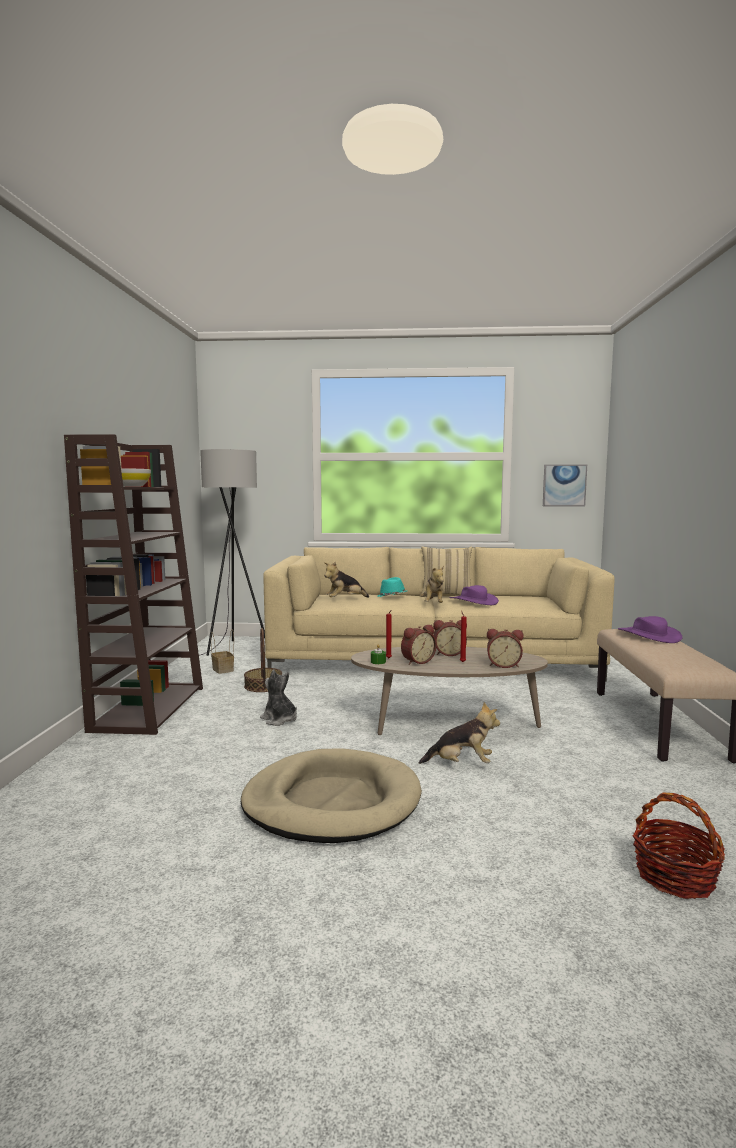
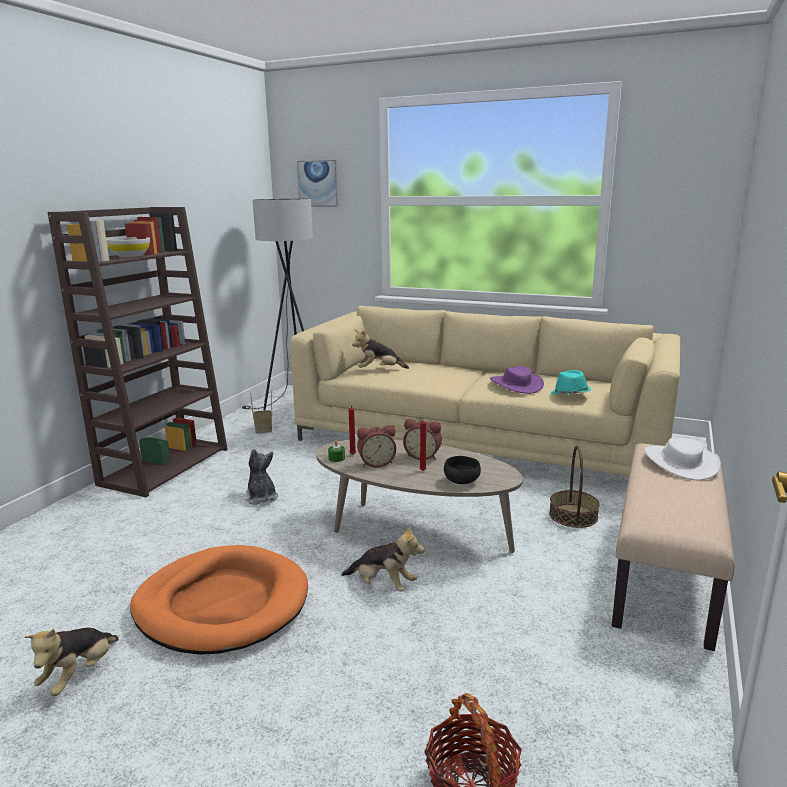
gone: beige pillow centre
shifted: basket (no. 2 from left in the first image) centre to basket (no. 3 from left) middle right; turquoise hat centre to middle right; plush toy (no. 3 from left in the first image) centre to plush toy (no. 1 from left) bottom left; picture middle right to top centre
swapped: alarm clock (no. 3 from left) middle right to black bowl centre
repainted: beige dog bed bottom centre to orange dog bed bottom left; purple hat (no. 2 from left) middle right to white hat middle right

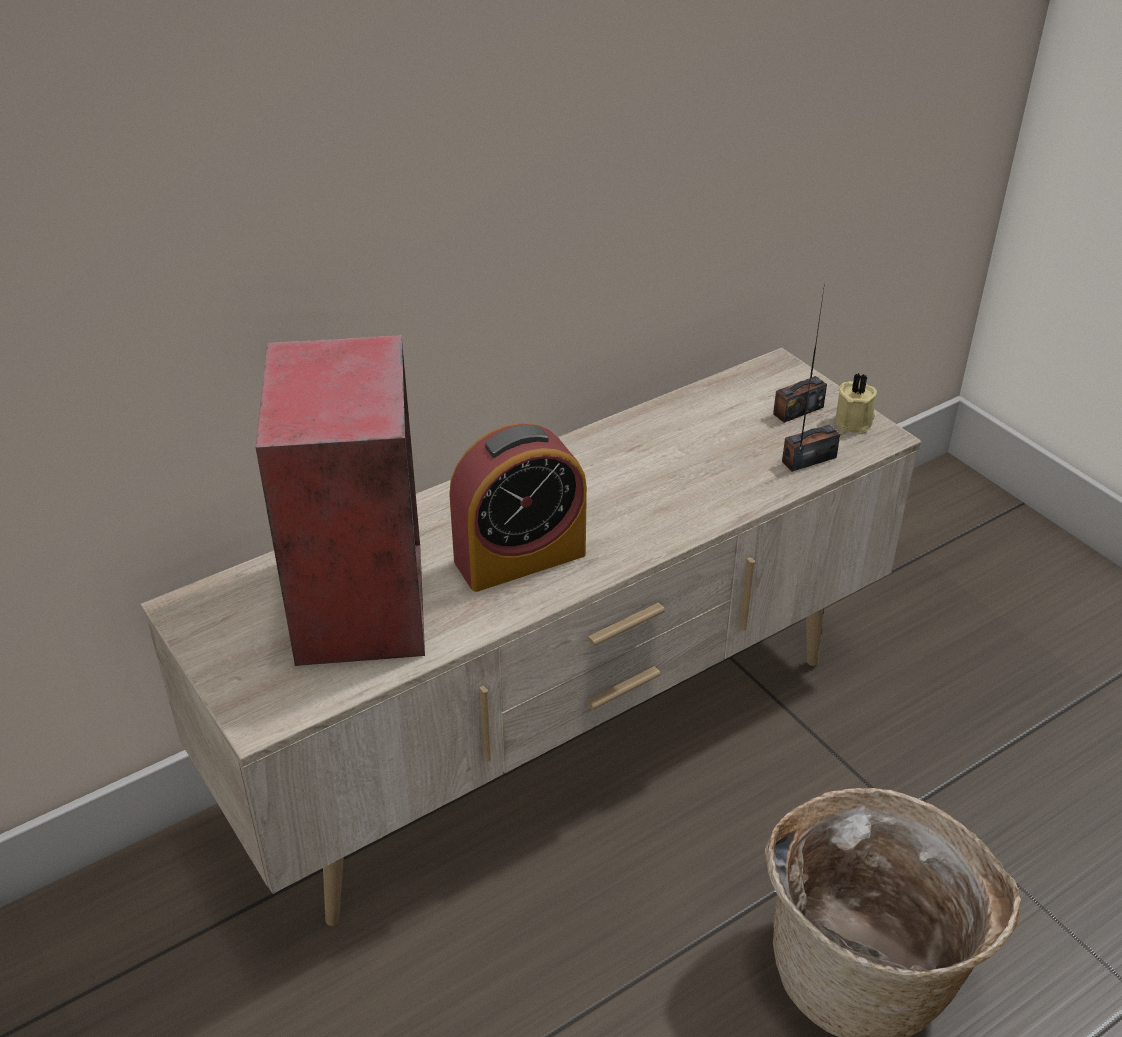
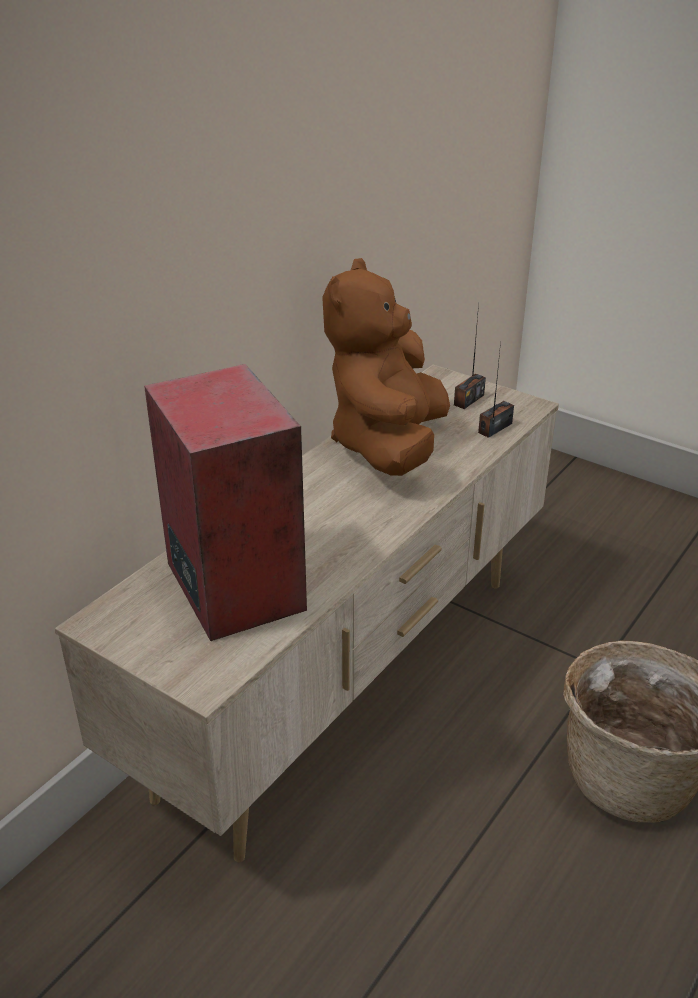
gone: alarm clock centre; beige candle middle right
new: brown plush toy centre

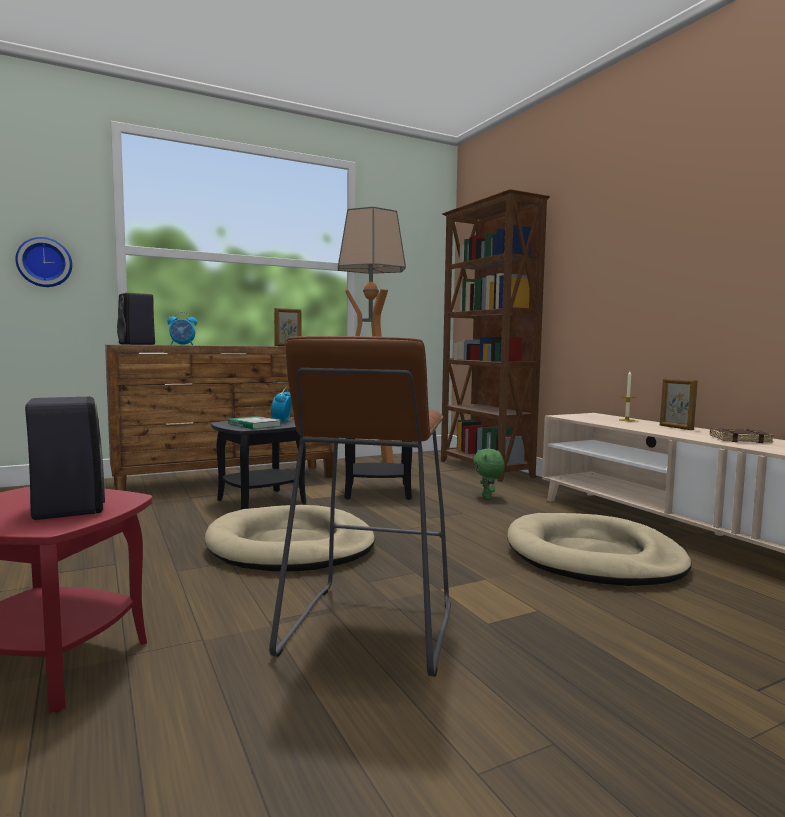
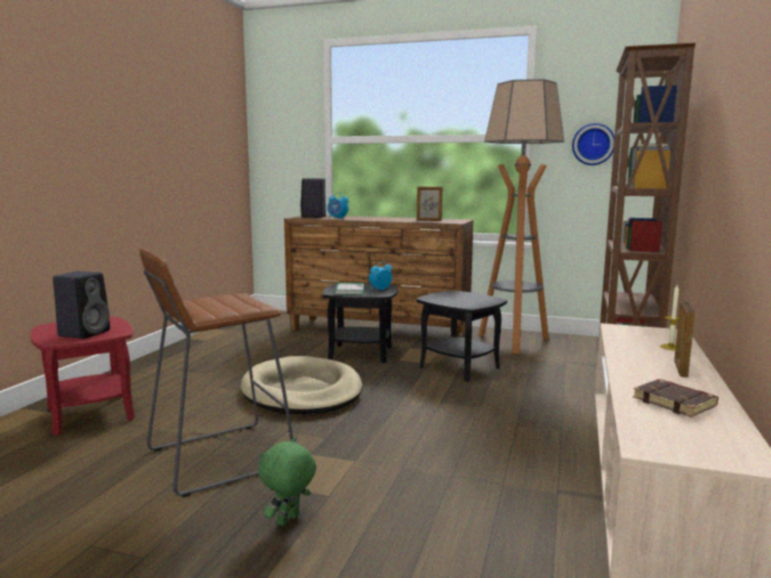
gone: beige dog bed (no. 2 from left) bottom right
shifted: wall clock top left to top right; green plush toy centre to bottom centre

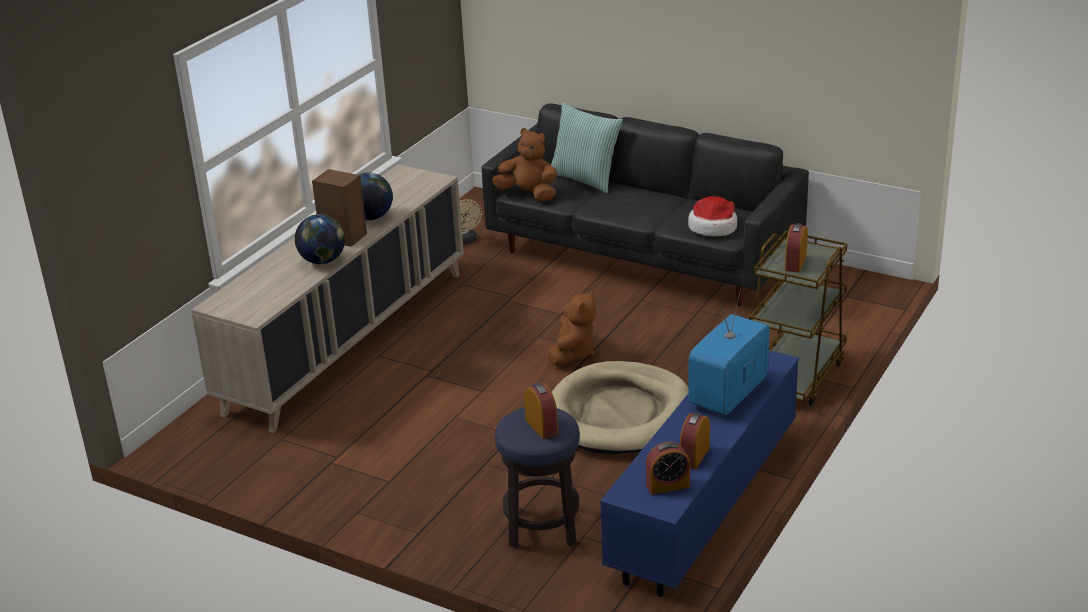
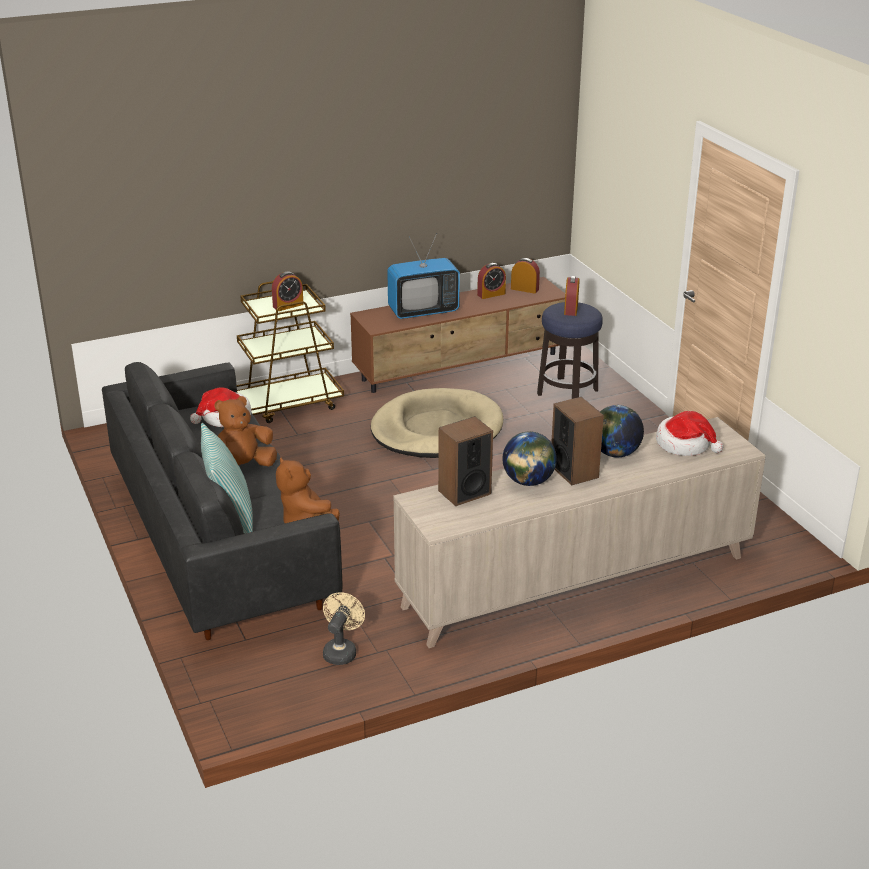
new: speaker (no. 1 from left) centre; hat (no. 2 from left) middle right
shifted: brown plush toy (no. 2 from left in the first image) centre to brown plush toy (no. 1 from left) middle left
repainted: blue tv stand bottom centre to brown tv stand centre

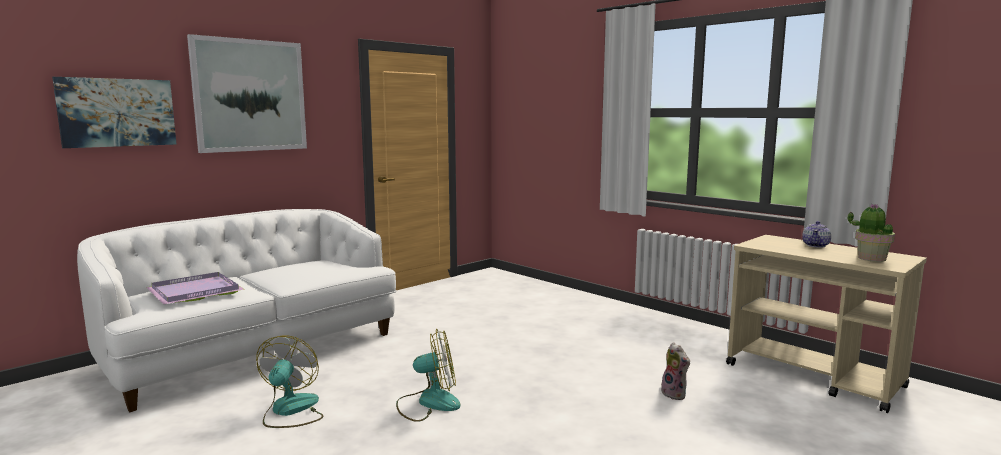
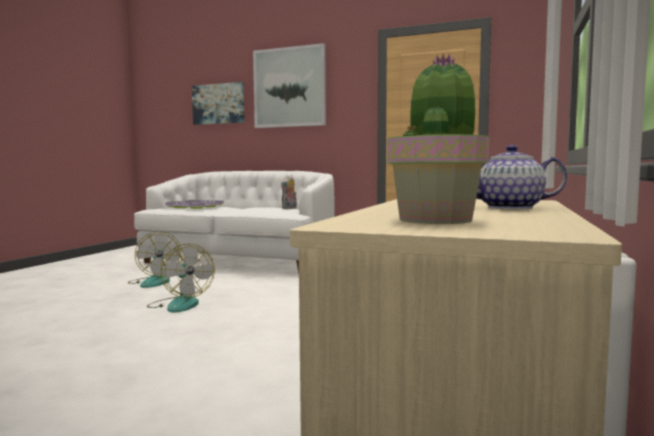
shifted: plush toy bottom right to centre
rotated: fan (no. 1 from left) bottom left = middle left 90 degrees clockwise

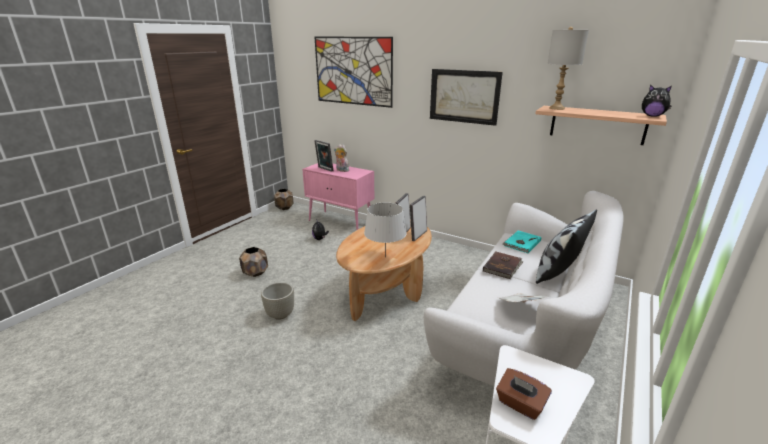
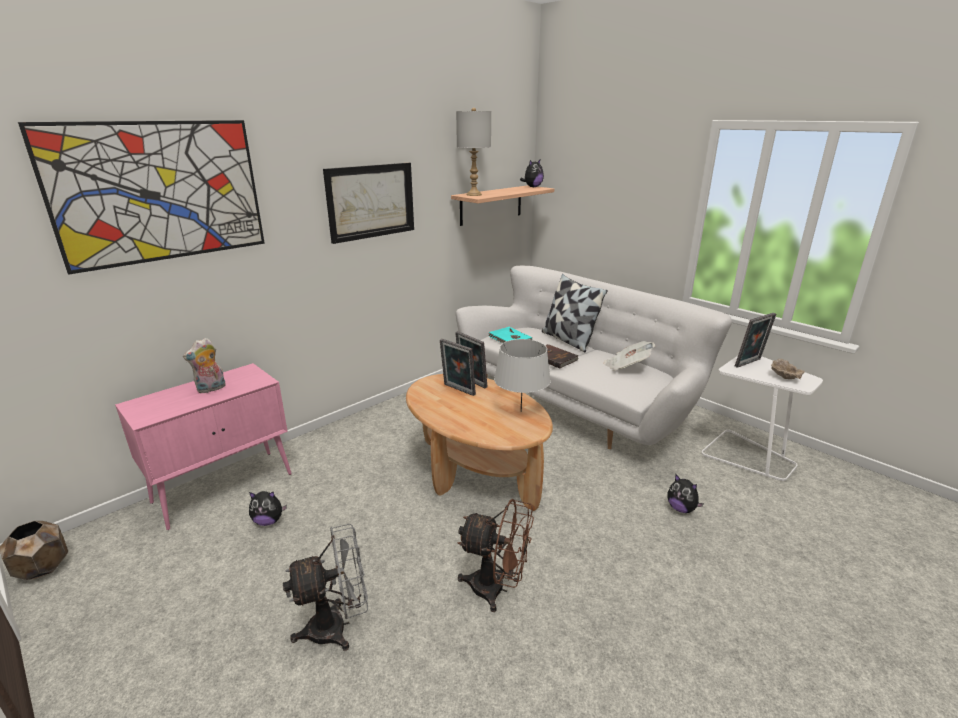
new: plush toy (no. 4 from left) bottom right
shifted: picture frame (no. 1 from left in the first image) centre to picture frame (no. 3 from left) middle right
swapped: brown planter (no. 1 from left) middle left to grey fan bottom centre; grey planter bottom centre to brown fan bottom centre; brown tissue box bottom right to beige bowl middle right

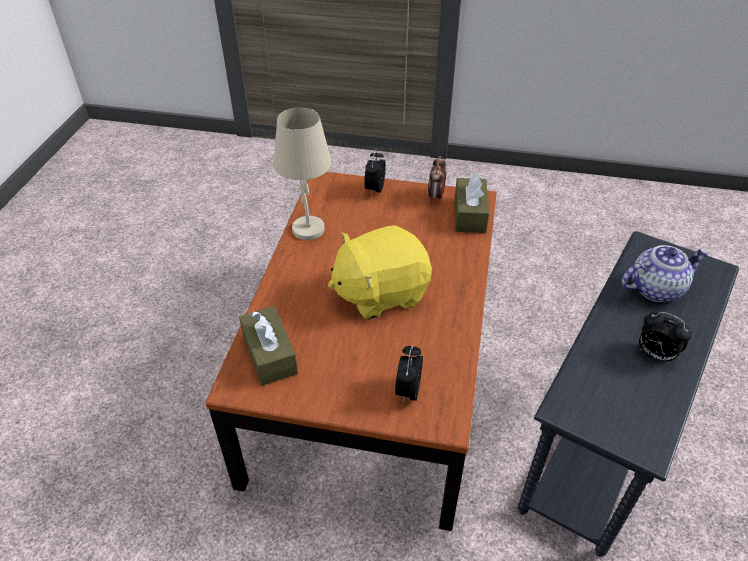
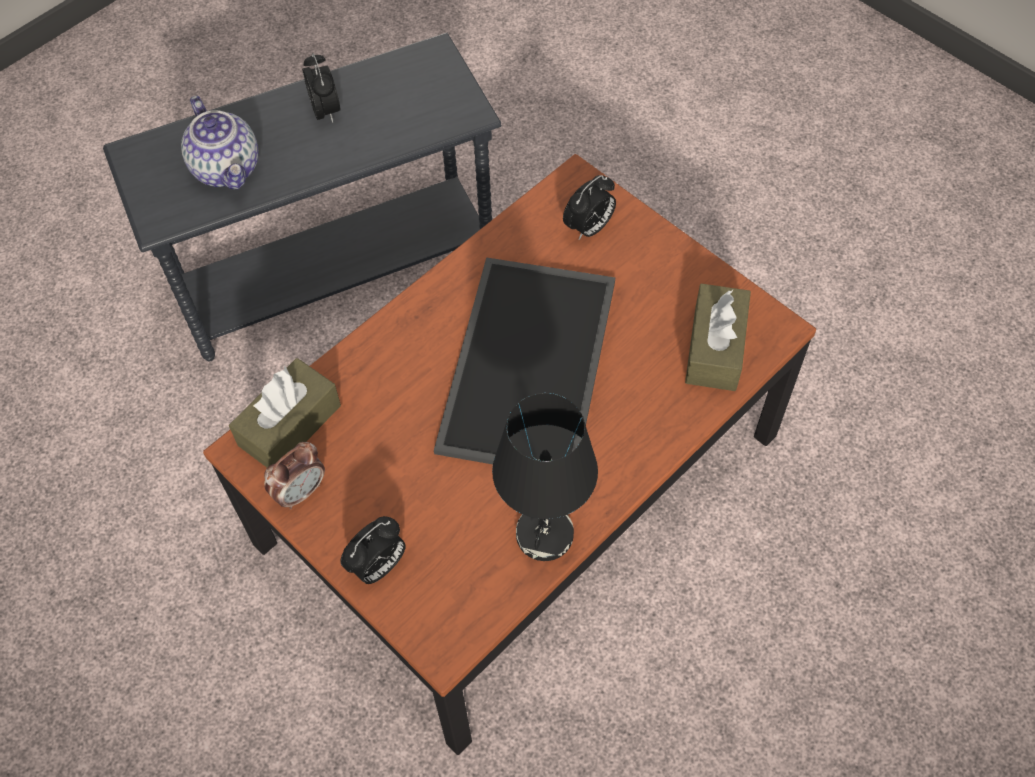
swapped: yellow plush toy centre to tray centre
repainted: beige table lamp top centre to black table lamp centre
rotated: teapot middle right = top left 135 degrees counterclockwise

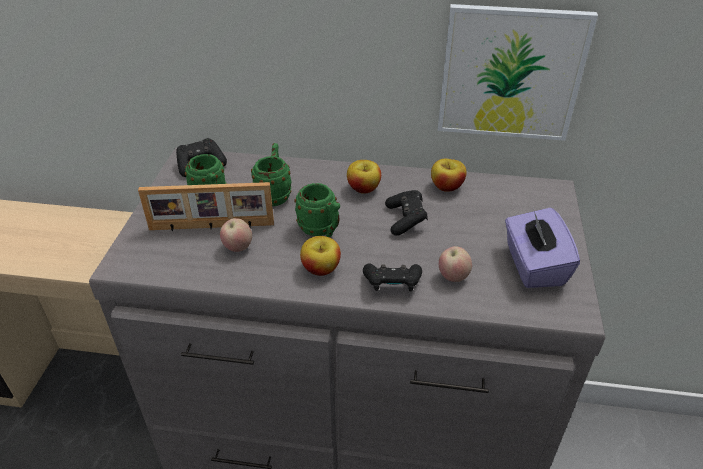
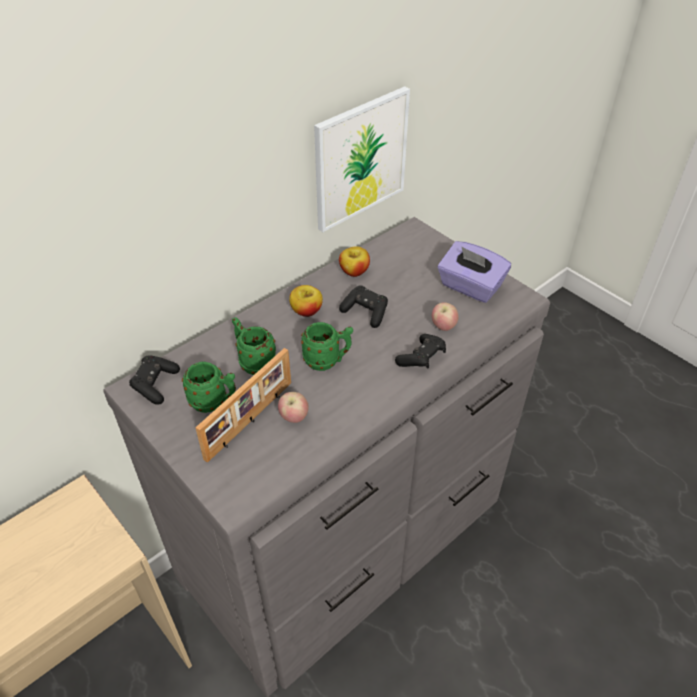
gone: apple (no. 2 from left) centre

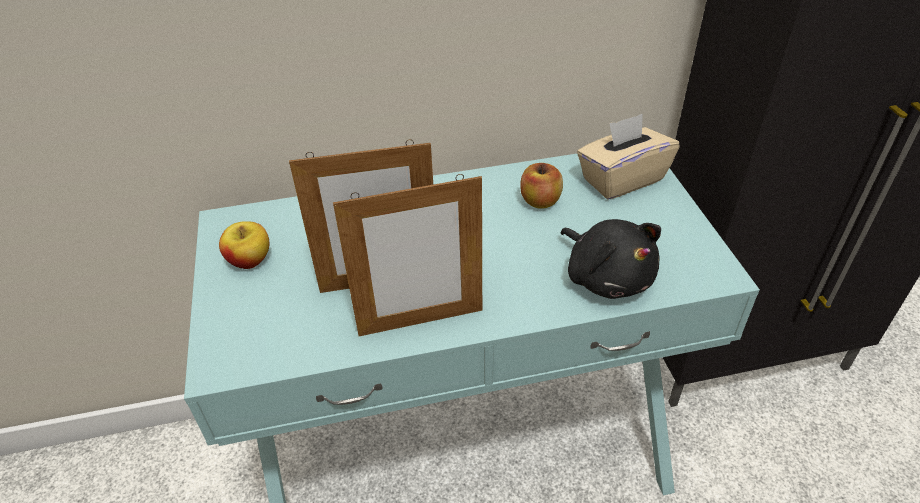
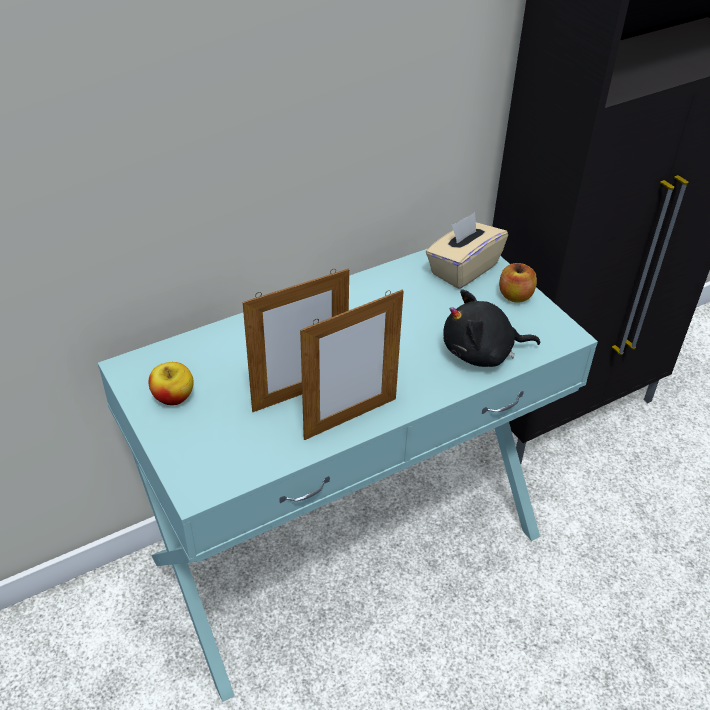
shifted: apple (no. 2 from left) centre to middle right
rotated: black plush toy centre = middle right 135 degrees clockwise

